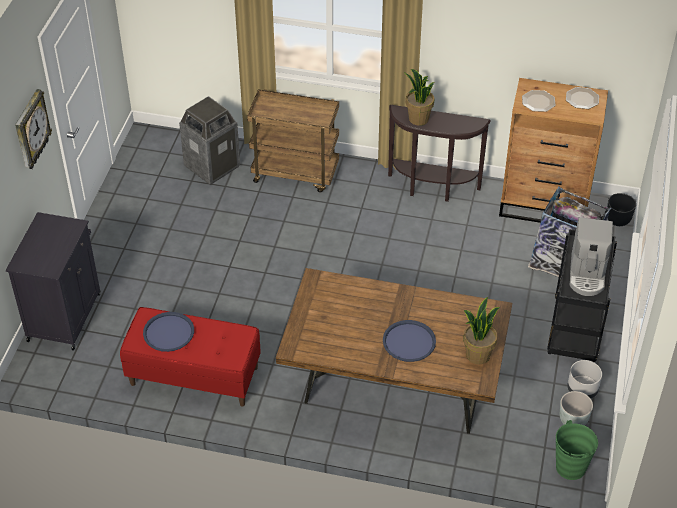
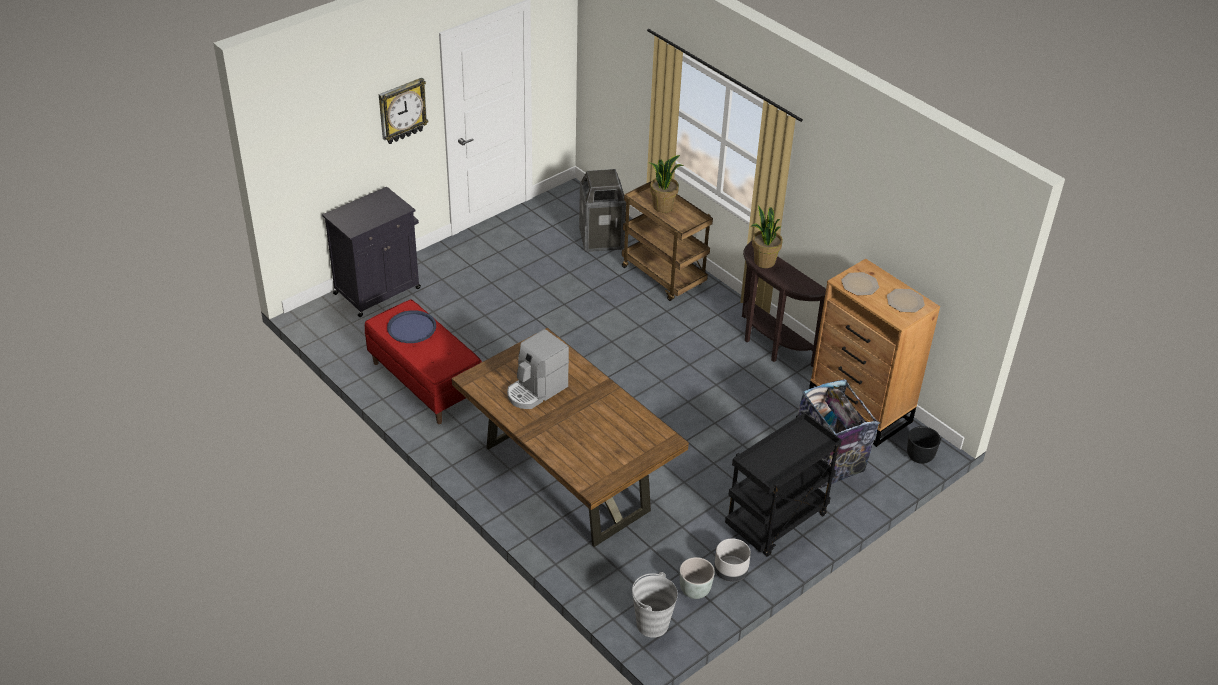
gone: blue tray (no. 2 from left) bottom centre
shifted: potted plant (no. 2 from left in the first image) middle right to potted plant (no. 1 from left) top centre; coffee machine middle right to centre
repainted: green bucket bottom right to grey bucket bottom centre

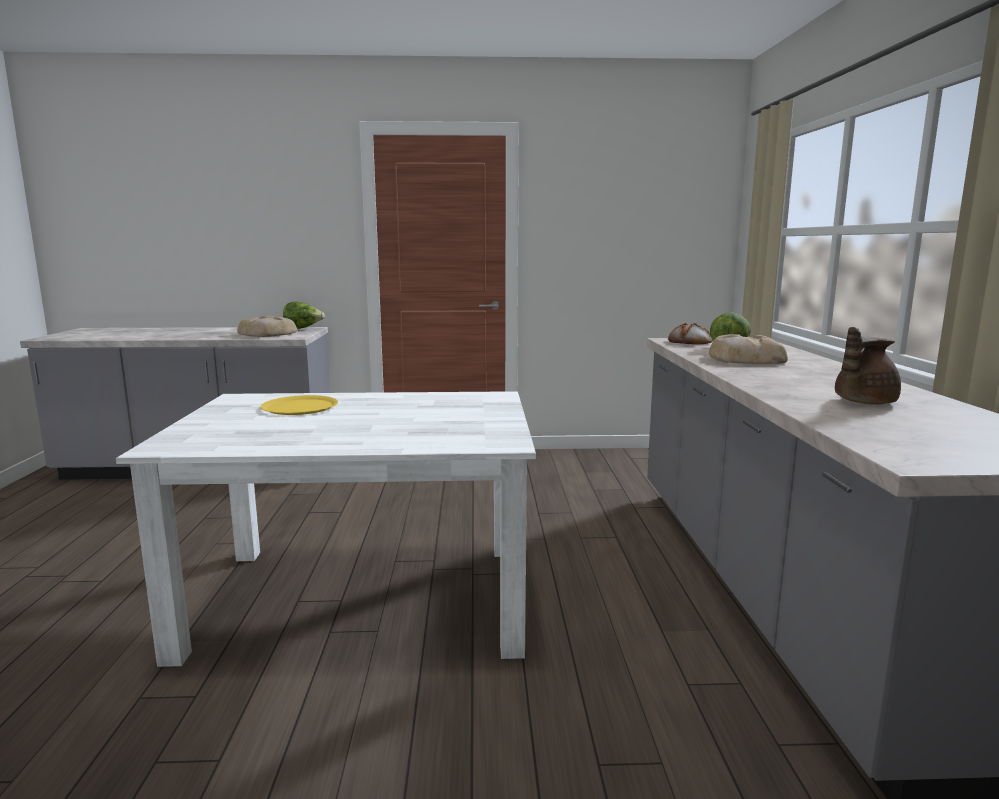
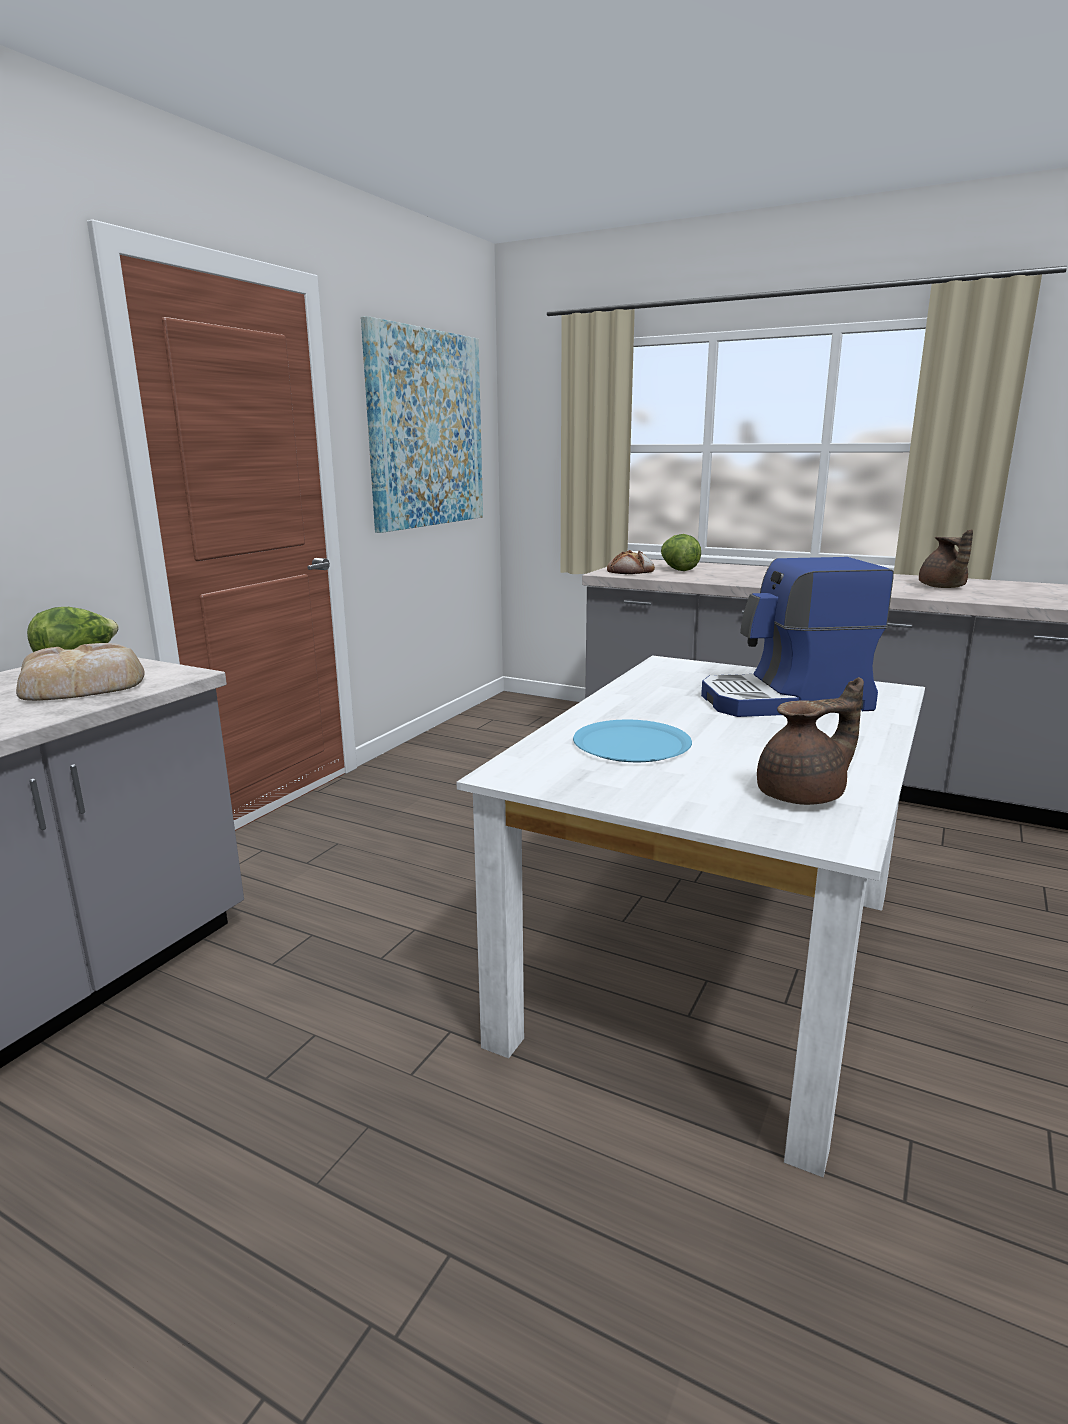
gone: bread (no. 3 from left) middle right
new: picture top centre; coffee machine middle right; brown teapot (no. 1 from left) middle right
repainted: yellow plate middle left to blue plate centre

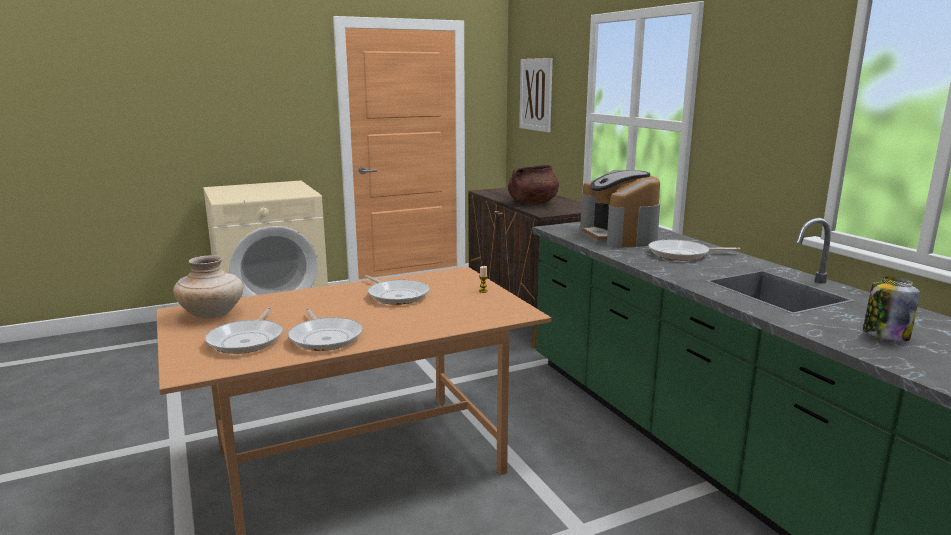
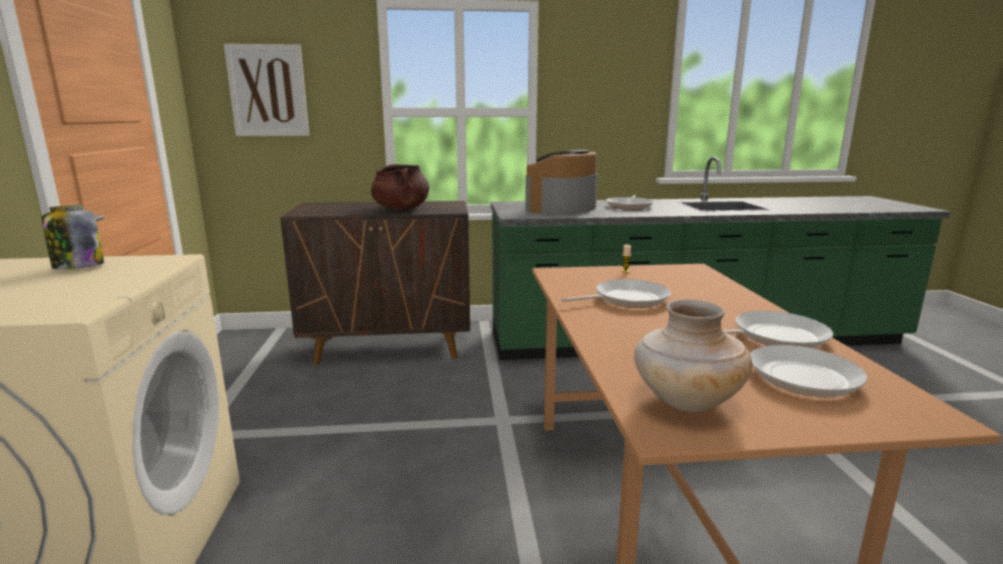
shifted: jar middle right to middle left
rotated: coffee machine centre = top centre 120 degrees clockwise

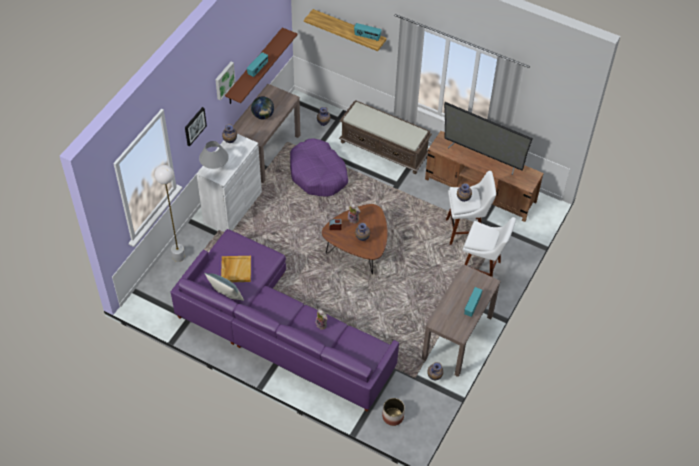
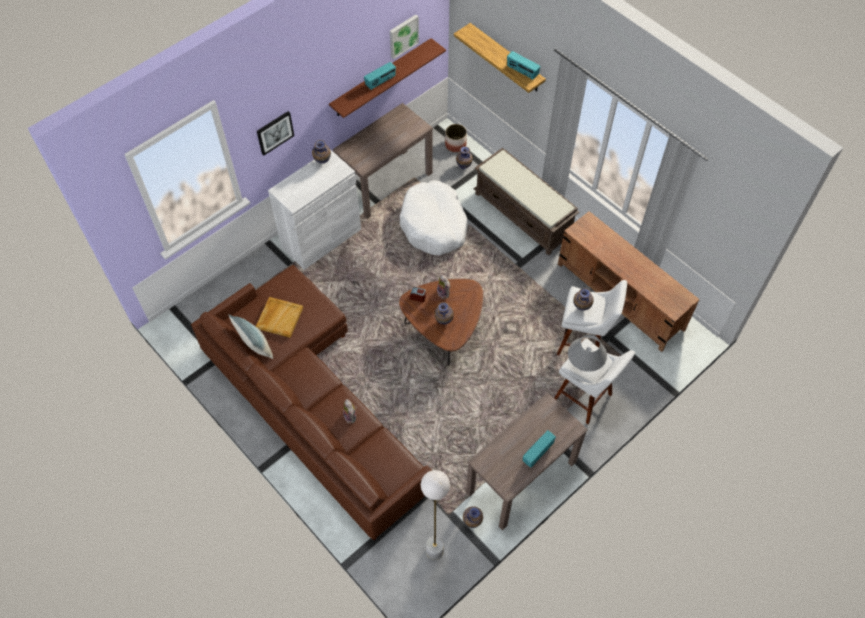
gone: globe top centre; television top right
shifted: white floor lamp middle left to bottom centre; grey table lamp top left to middle right; picture (no. 2 from left) top left to top centre; planter bottom centre to top centre
repainted: purple sofa bottom centre to brown sofa centre; purple dog bed centre to white dog bed centre

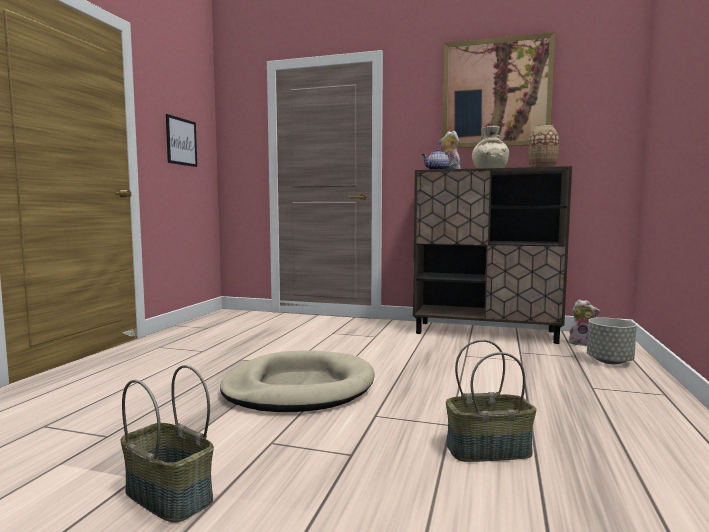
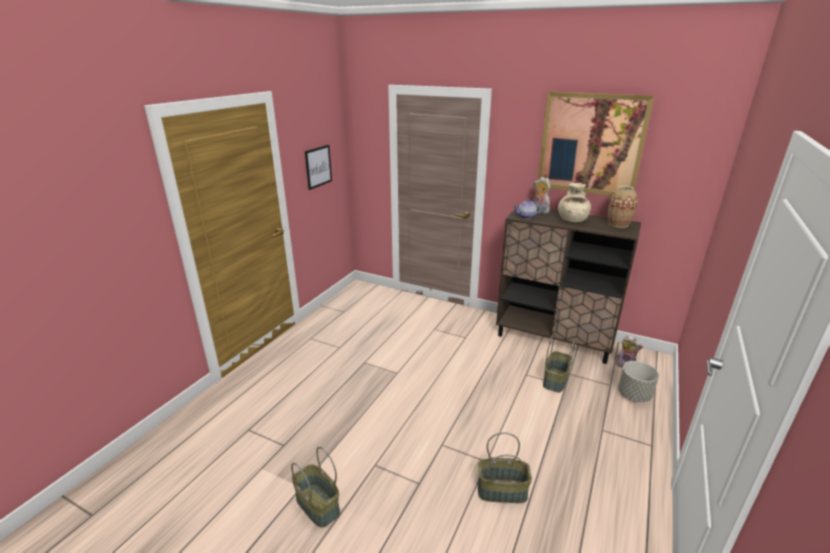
gone: beige dog bed bottom centre
new: basket (no. 3 from left) middle right

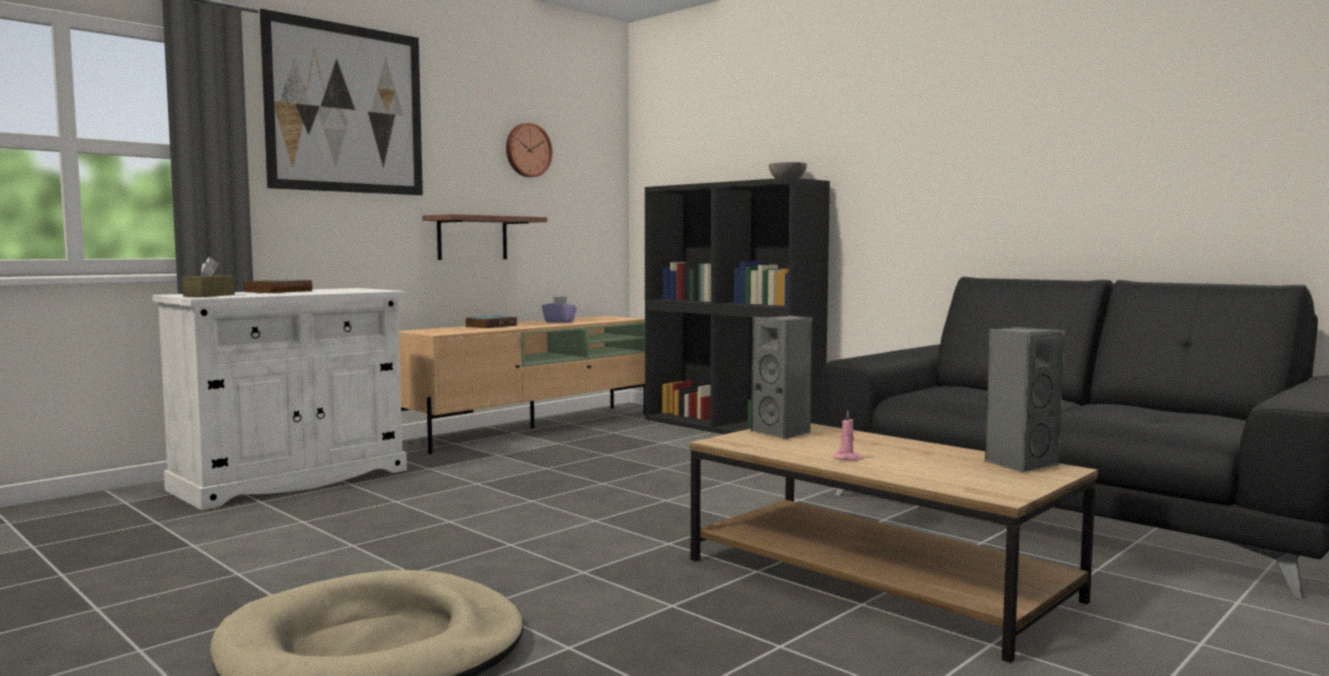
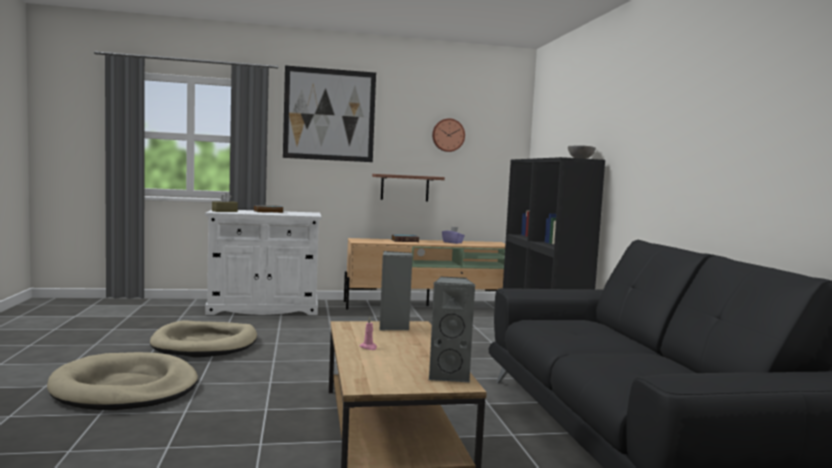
new: beige dog bed (no. 2 from left) bottom left

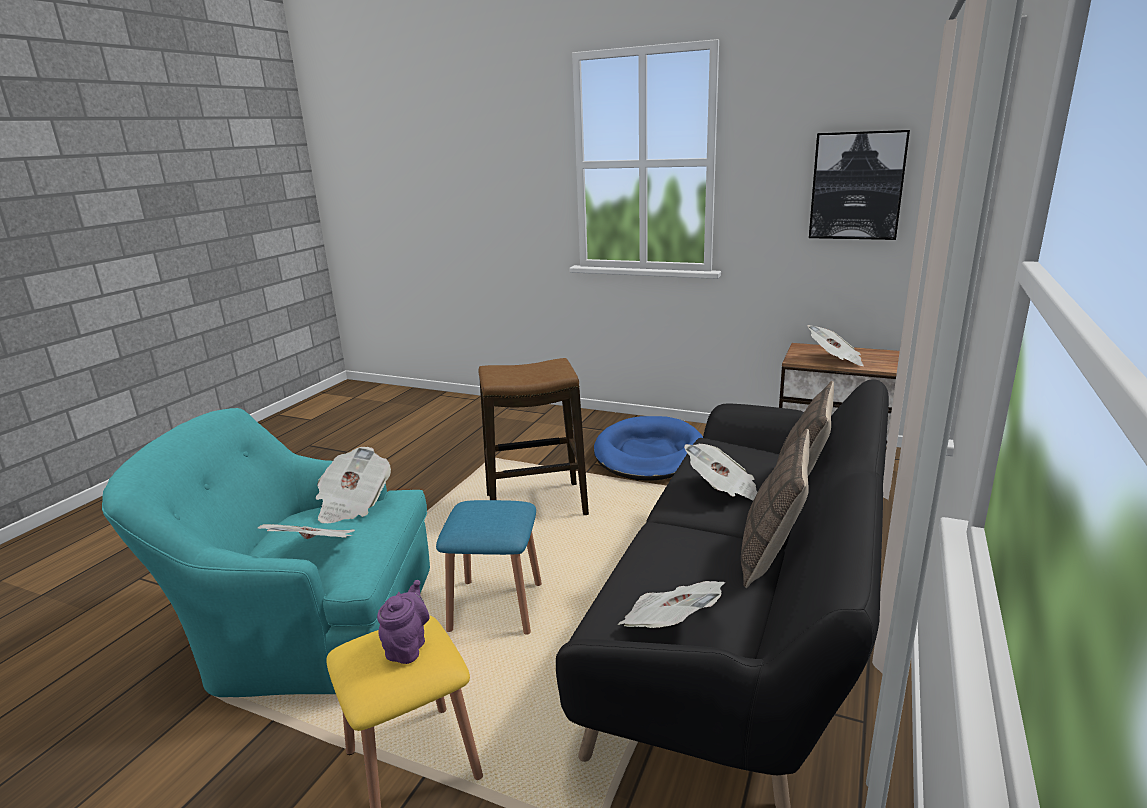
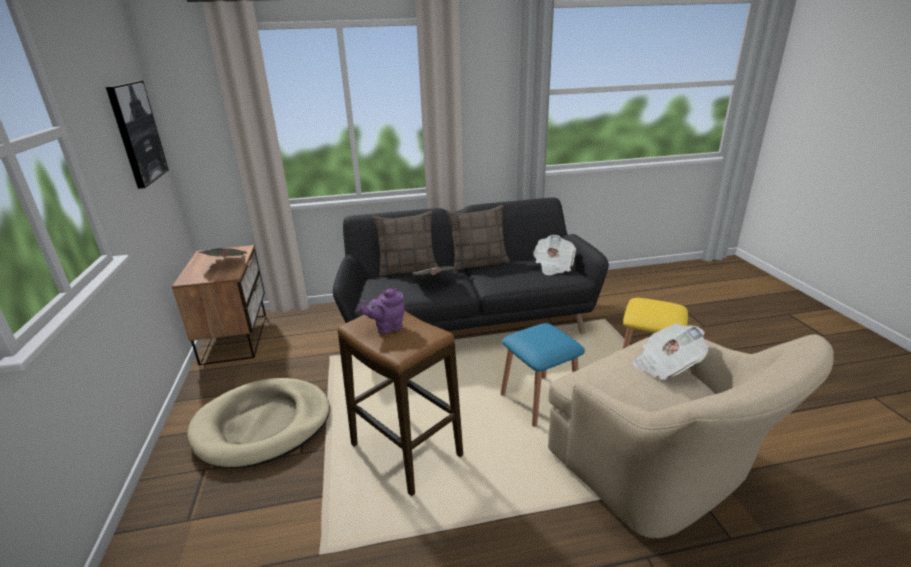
gone: newspaper (no. 2 from left) middle left
shifted: purple teapot bottom centre to centre
repainted: turquoise armchair bottom left to beige armchair bottom right; blue dog bed centre to beige dog bed bottom left

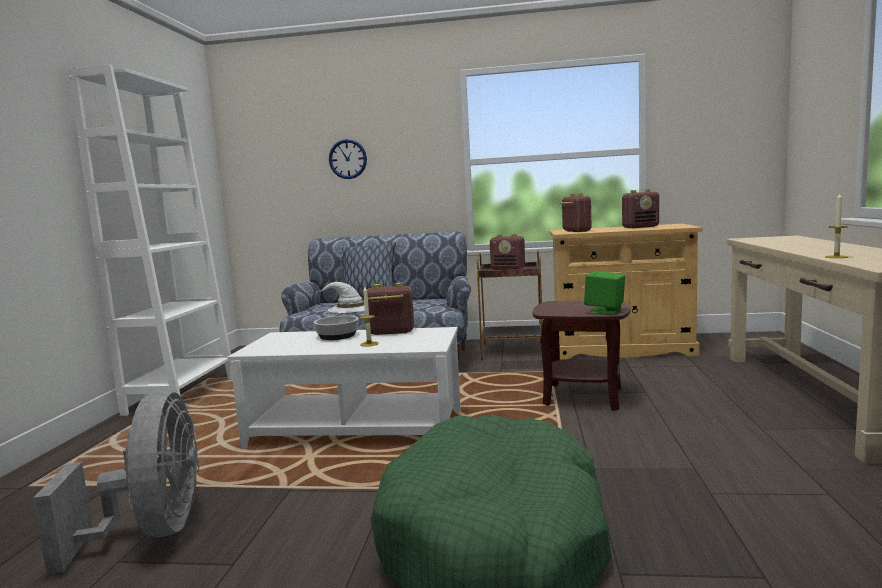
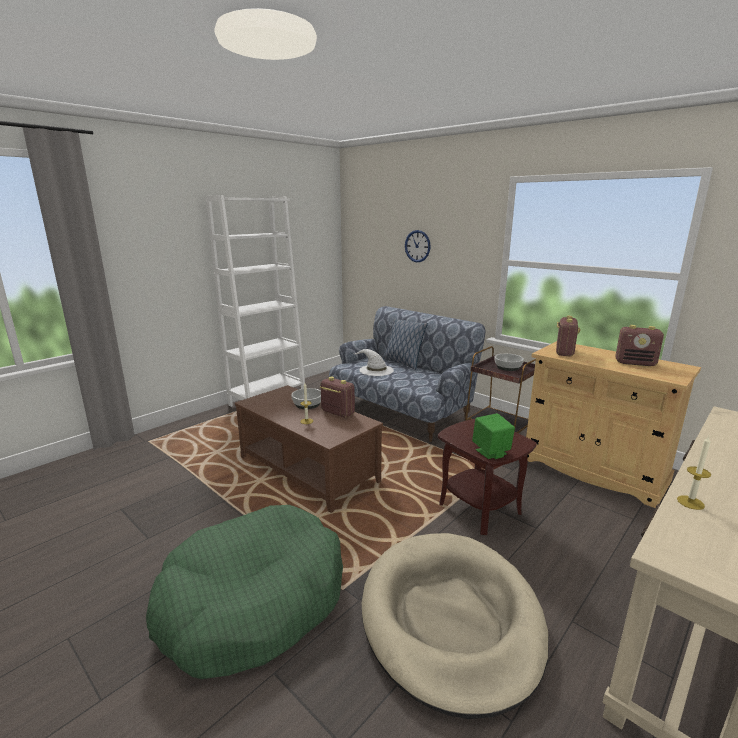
gone: grey fan bottom left
new: beige dog bed bottom centre
swapped: radio (no. 2 from left) centre to bowl (no. 2 from left) middle right
repainted: white coffee table centre to brown coffee table centre

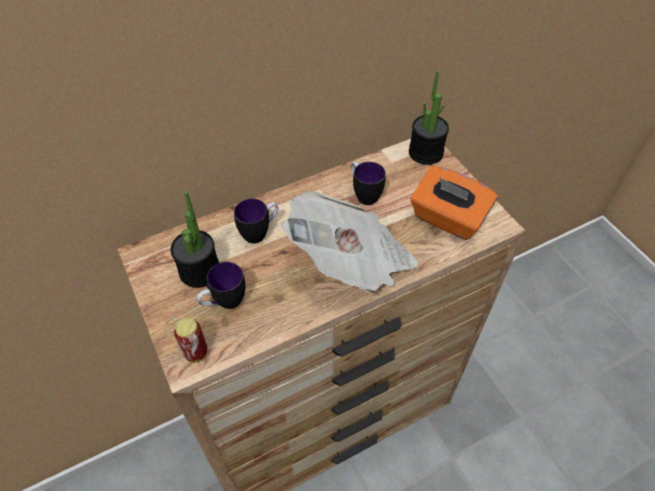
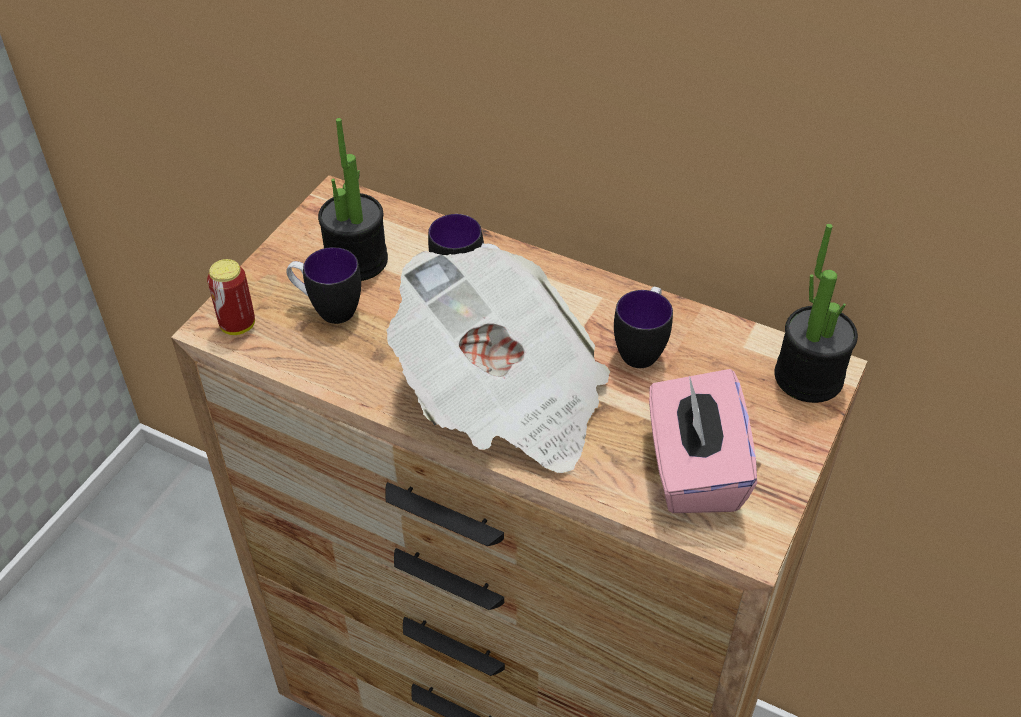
repainted: orange tissue box middle right to pink tissue box middle right

